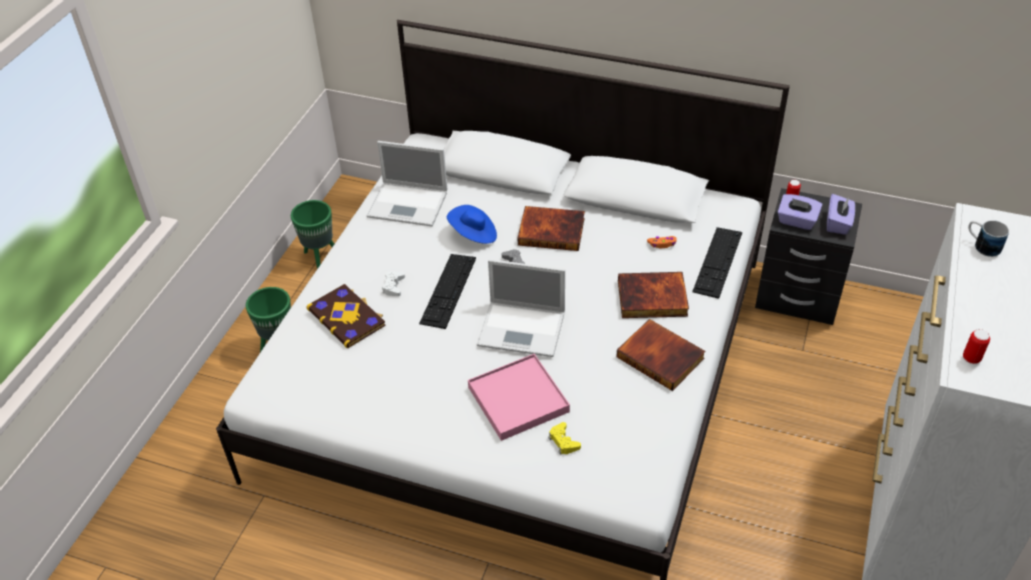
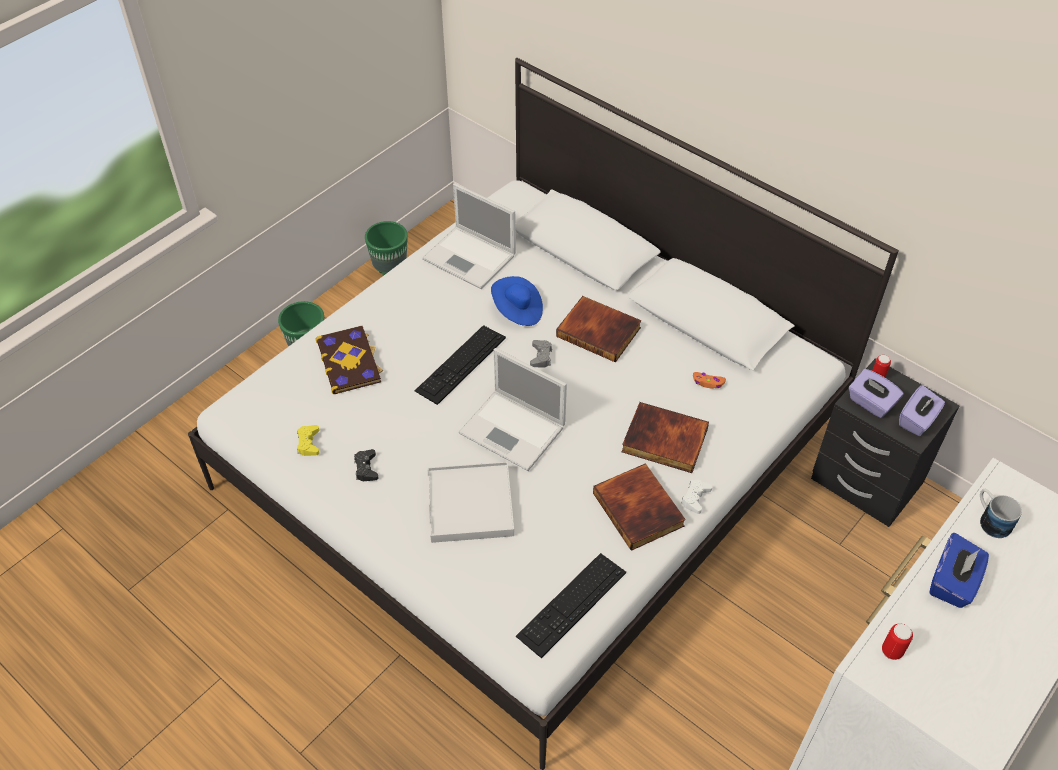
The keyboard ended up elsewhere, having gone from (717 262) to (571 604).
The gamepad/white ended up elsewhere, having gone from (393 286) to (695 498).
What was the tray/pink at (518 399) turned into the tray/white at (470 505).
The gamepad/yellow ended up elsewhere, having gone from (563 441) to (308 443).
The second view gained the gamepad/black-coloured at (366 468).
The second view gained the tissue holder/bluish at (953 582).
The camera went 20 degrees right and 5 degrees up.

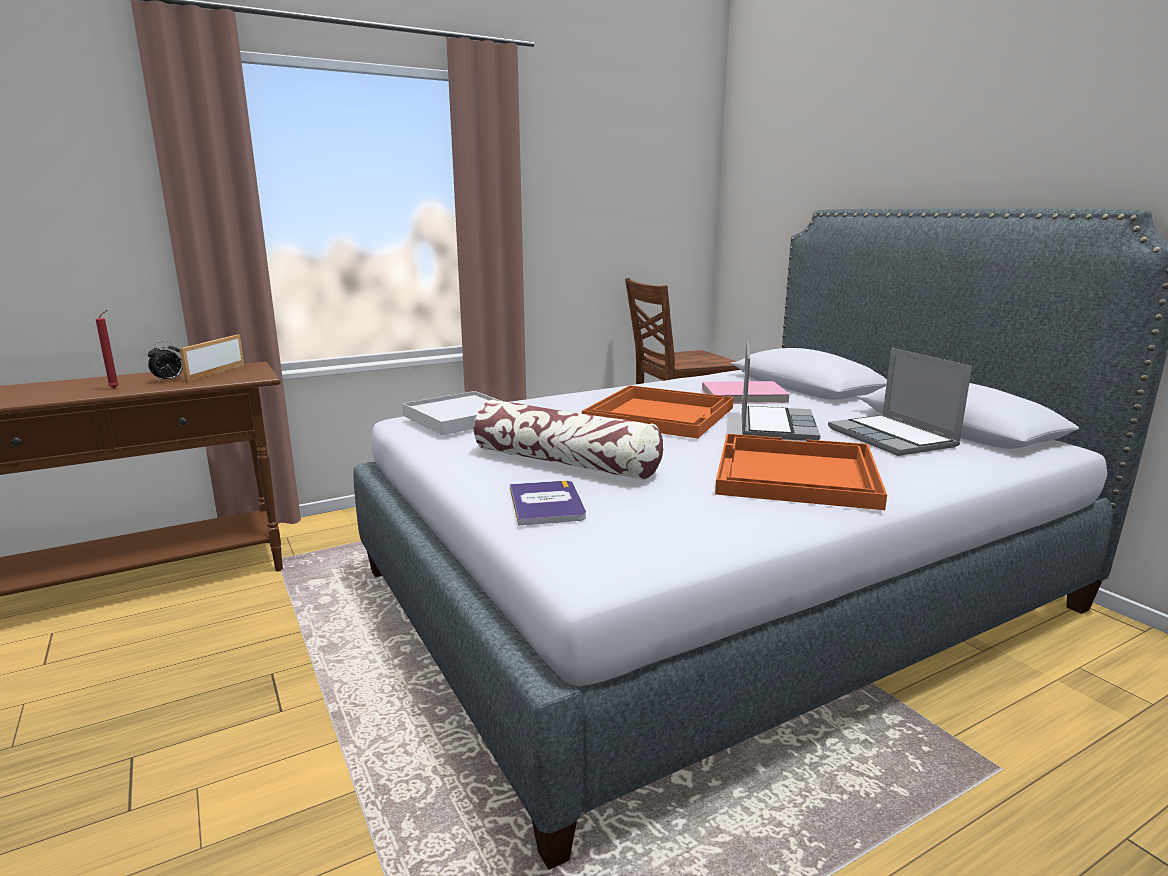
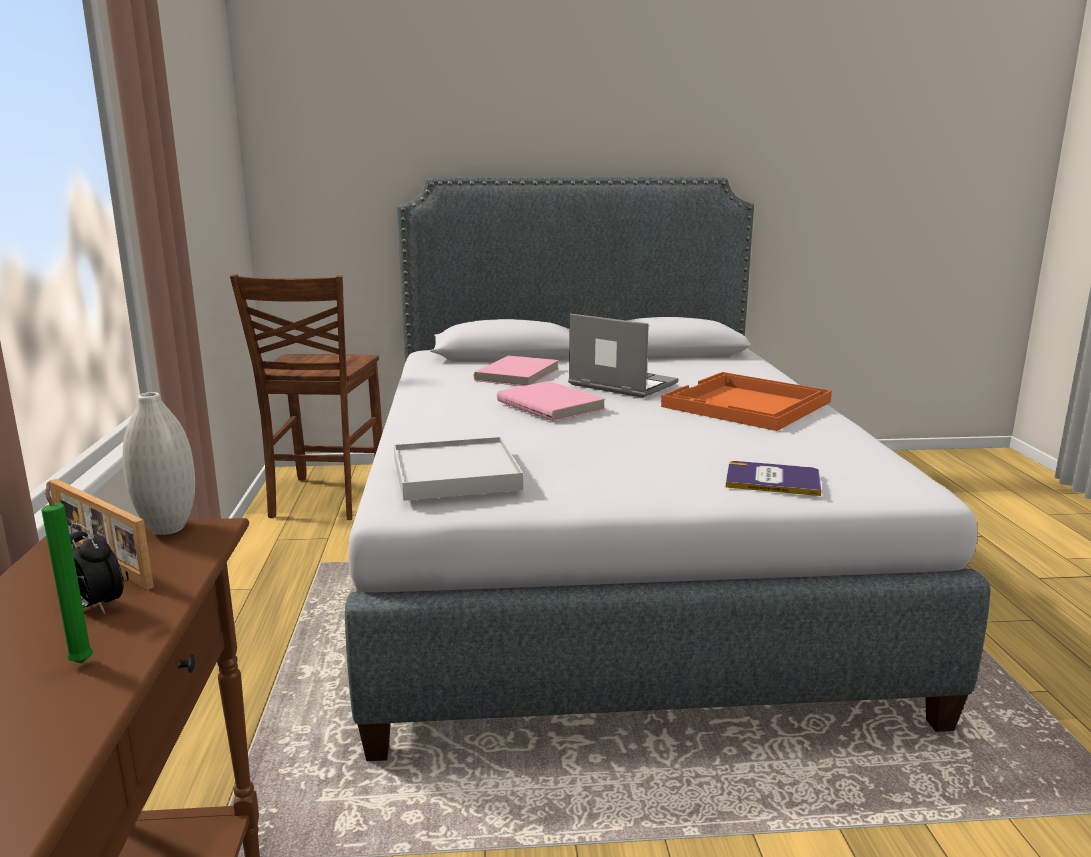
What was the wax candle/red-coloured at (116 388) turned into the wax candle/green-coloured at (81 661).
The bedside clock at (169 380) ended up facing another way, 150 degrees clockwise from before.
The second view lost the laptop at (893 438).
Where the tray/orange-coloured stood at (661 414), the book/pink came to stand at (552 405).
The second view lost the throw pillow at (565 462).
The second view gained the vase/white at (168 528).
The camera went 65 degrees left and 0 degrees up.

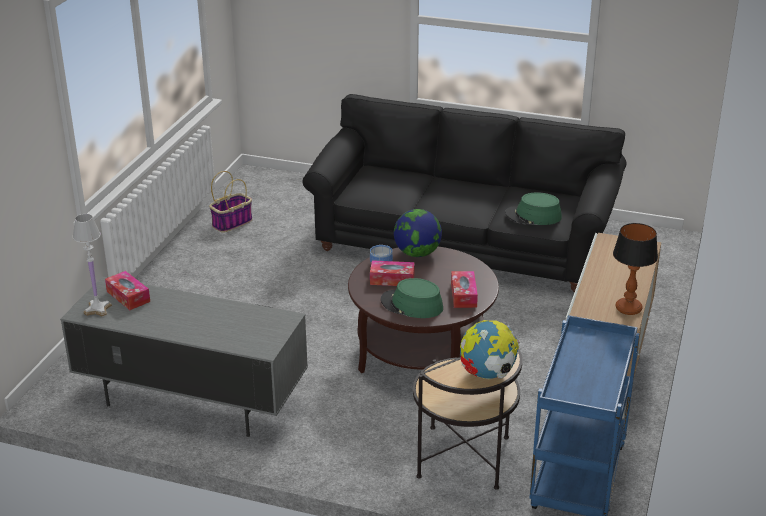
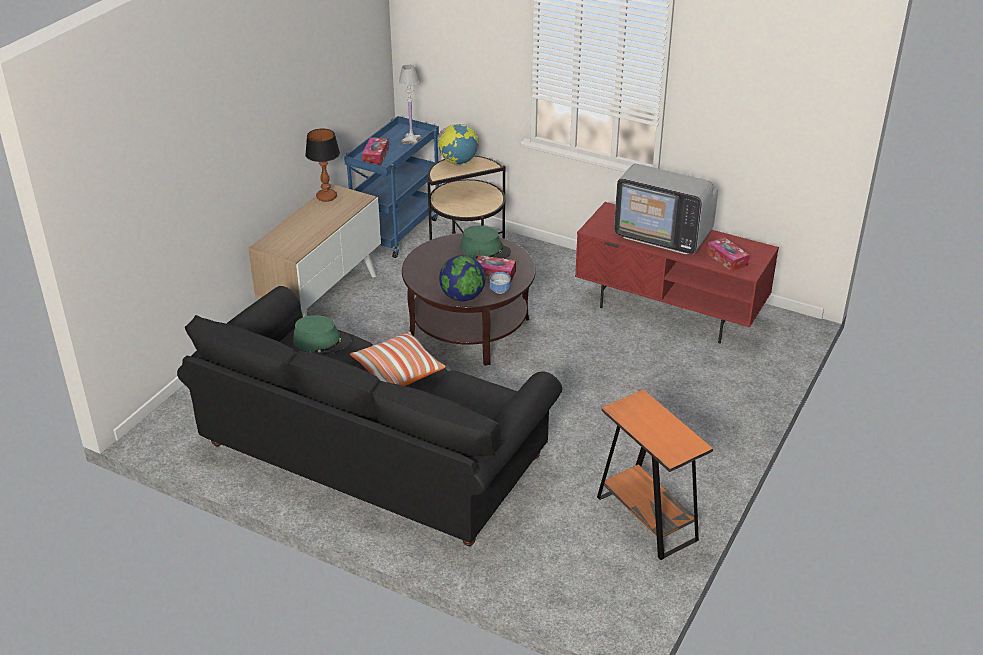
Where the storage basket stood at (232 223), the side table/orange-coloured came to stand at (646 518).
The lamp for a table/white ended up elsewhere, having gone from (97 309) to (411 140).
The tissue holder ended up elsewhere, having gone from (463 295) to (375 156).
What was the tv stand/gray at (190 400) turned into the tv stand/red-coloured at (671 310).
The second view gained the TV set at (663 235).
The second view gained the throw pillow at (397 372).
The camera went 170 degrees left and 5 degrees up.

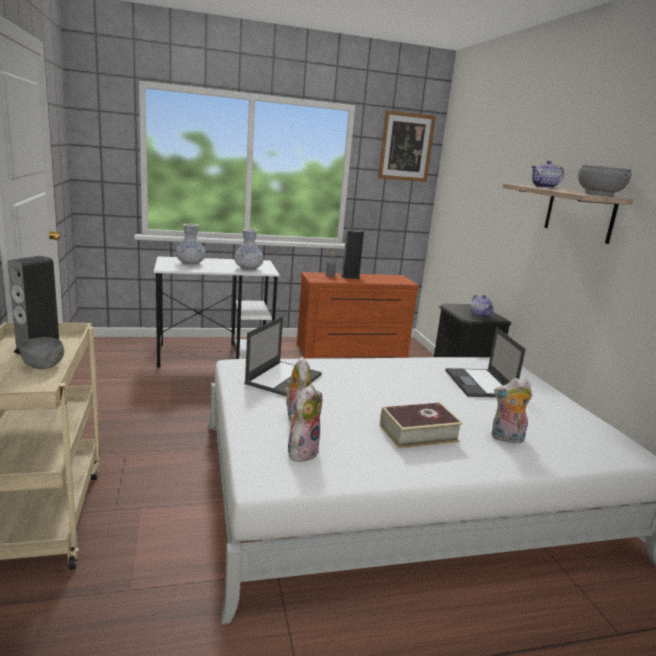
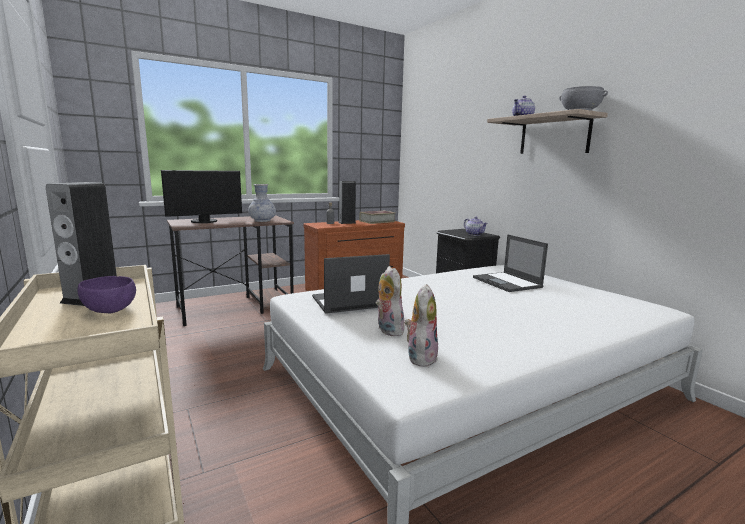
The second view lost the wall art at (406 147).
Where the vase stood at (190 264), the computer display came to stand at (205 221).
What was the desk/white at (215 355) turned into the desk/brown-coloured at (236 307).
The laptop at (284 379) ended up facing another way, 120 degrees counterclockwise from before.
What was the deep dish/gray at (43 366) turned into the deep dish/purplish at (110 310).
The second view lost the plush toy at (506 438).
The book ended up elsewhere, having gone from (418 433) to (377 221).
The camera went 15 degrees left and 5 degrees down.

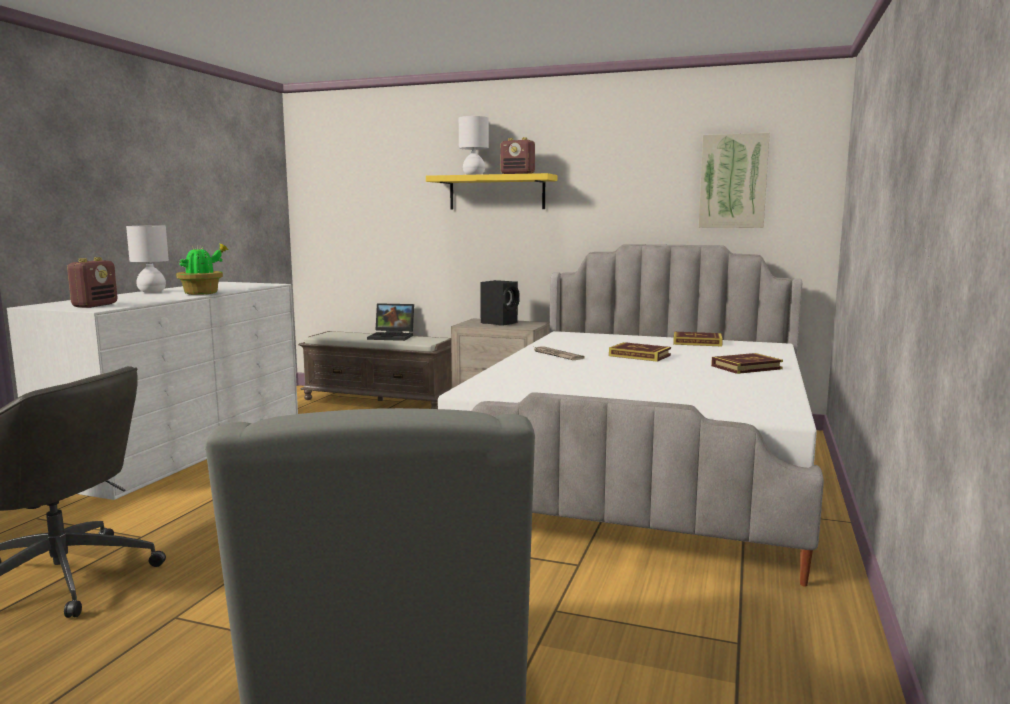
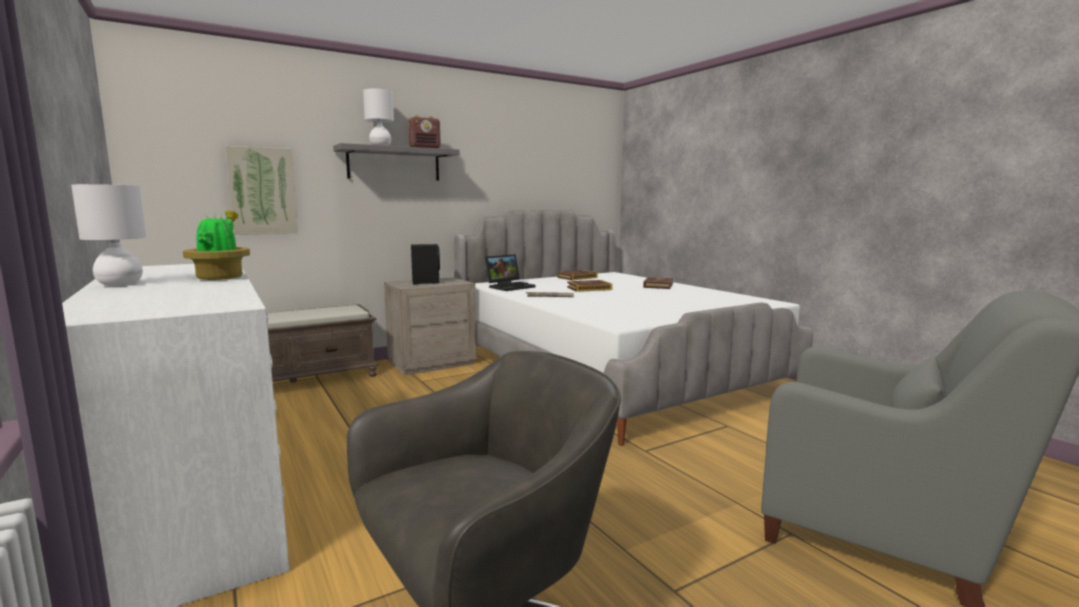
The wall art ended up elsewhere, having gone from (733 181) to (262 191).
What was the bracket shelf/yellow at (496 192) turned into the bracket shelf/gray at (394 164).
The second view lost the radio receiver at (95 305).
The laptop ended up elsewhere, having gone from (393 337) to (510 286).
The camera went 50 degrees left and 0 degrees up.

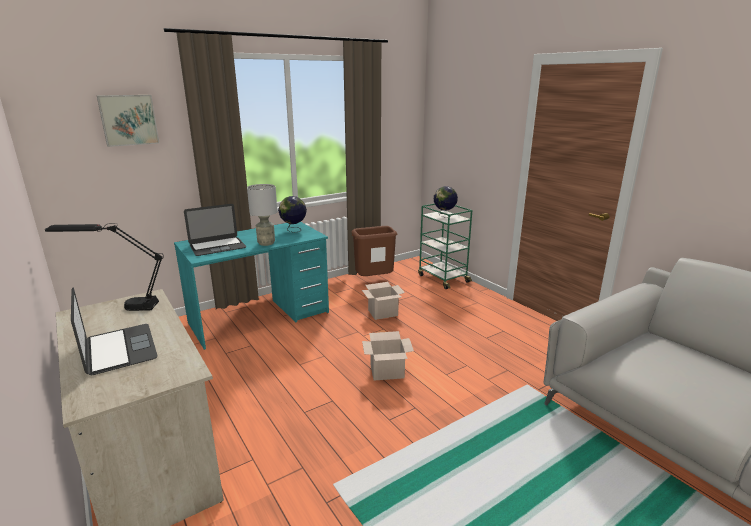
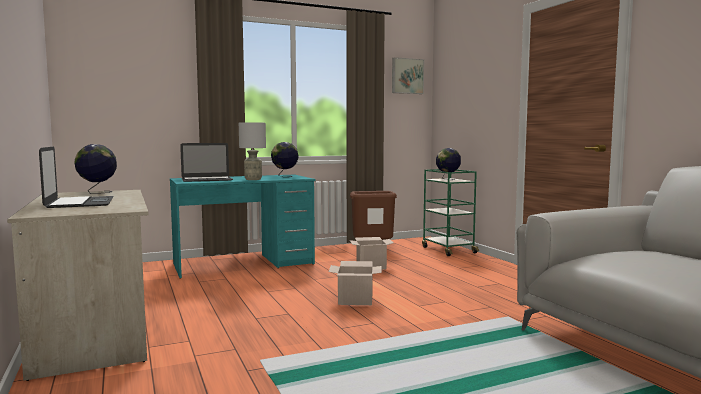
The wall art ended up elsewhere, having gone from (128 120) to (407 76).
Where the lamp for a table/black-coloured stood at (120 306), the desk globe came to stand at (97 192).
The camera went 10 degrees right and 15 degrees down.

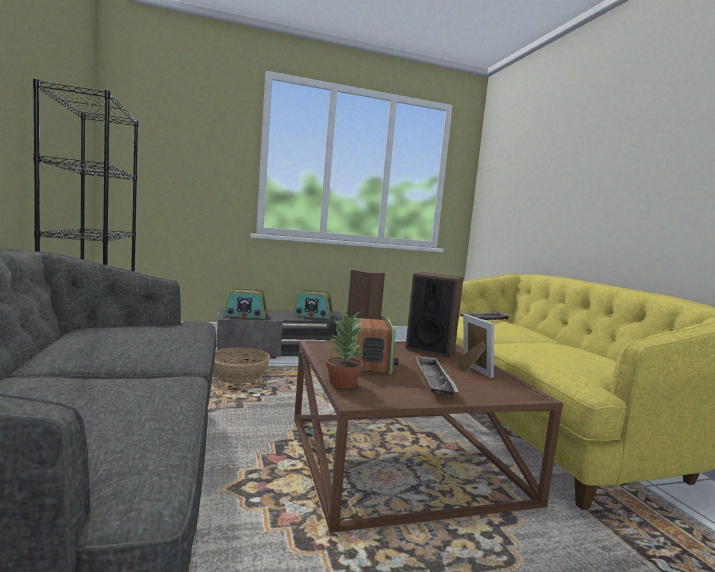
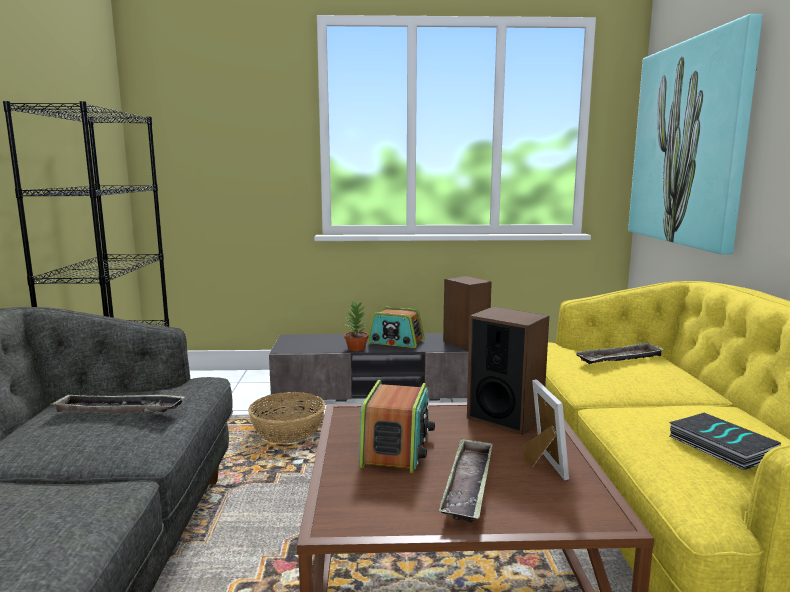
The second view lost the radio receiver at (245 315).
The potted plant ended up elsewhere, having gone from (343 384) to (356 348).
The second view gained the wall art at (689 144).
The second view gained the tray at (119 410).
The second view gained the book at (719 446).
The camera went 15 degrees right and 5 degrees up.

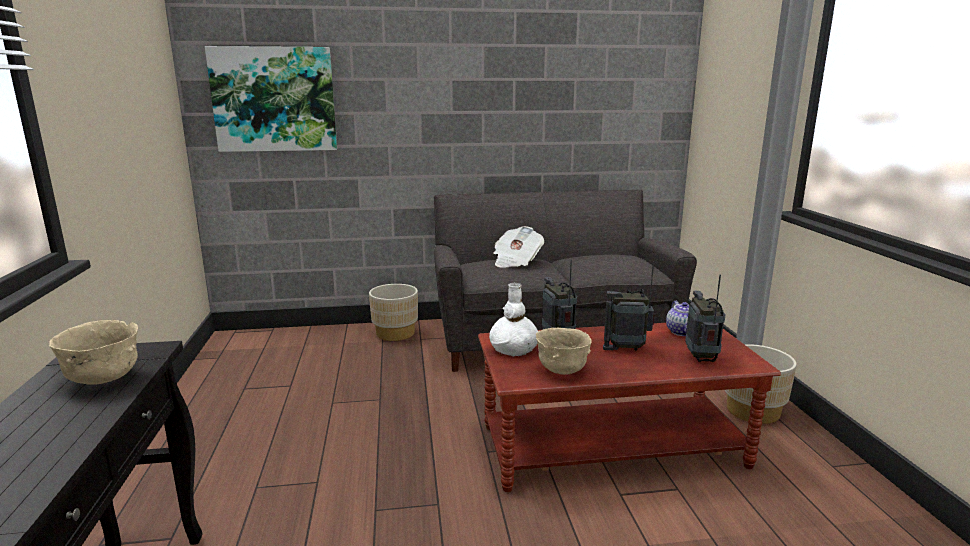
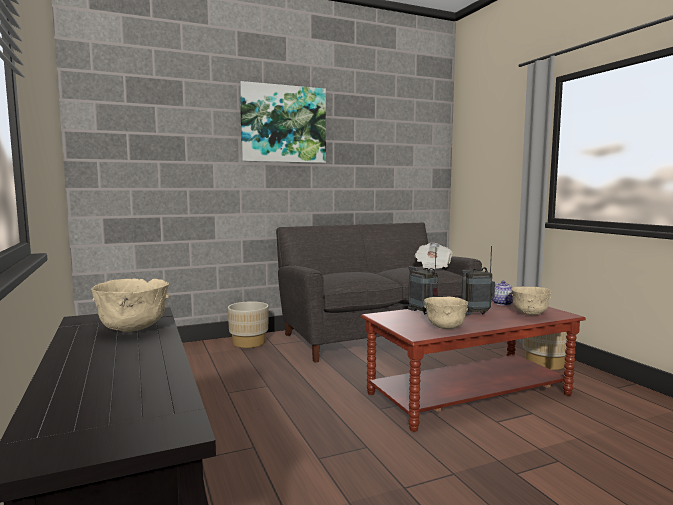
The wall art ended up elsewhere, having gone from (274 99) to (283 124).
The newspaper ended up elsewhere, having gone from (516 261) to (432 266).
Where the radio receiver stood at (701 358), the deep dish/beige came to stand at (529 314).
The second view lost the vase/white at (514 348).
The camera went 15 degrees left and 10 degrees down.

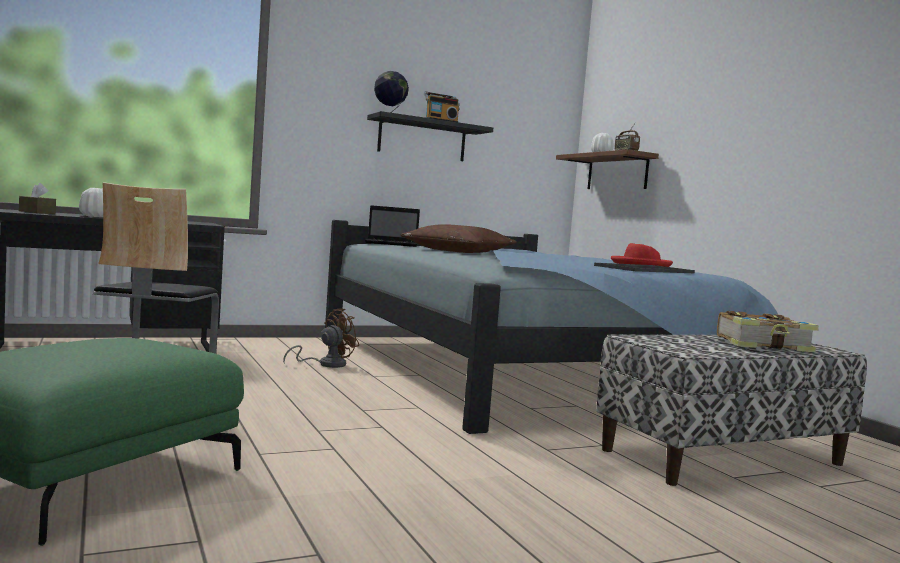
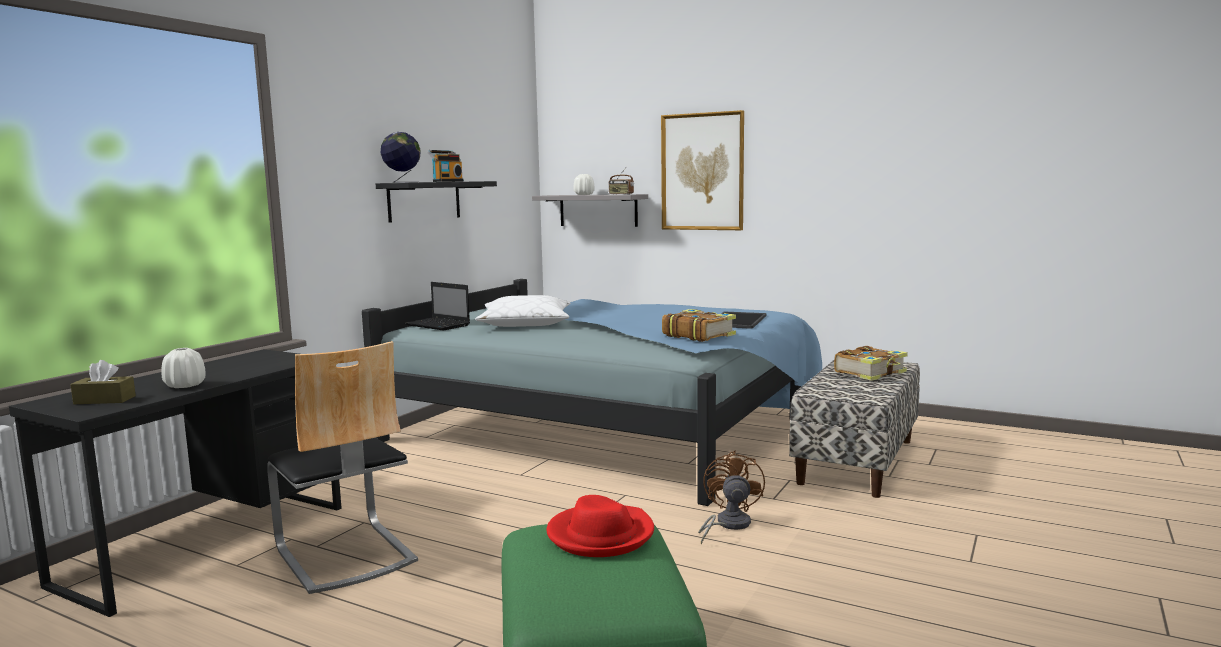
What was the bracket shelf/brown-coloured at (617 172) turned into the bracket shelf/gray at (598 210).
The laptop at (393 244) ended up facing another way, 75 degrees clockwise from before.
What was the throw pillow/brown-coloured at (458 251) turned into the throw pillow/white at (525 323).
The hat/red-coloured ended up elsewhere, having gone from (640 264) to (600 535).
The electric fan/brown-coloured ended up elsewhere, having gone from (326 364) to (727 525).
The second view gained the wall art at (702 172).
The second view gained the book at (698 335).
The camera went 35 degrees left and 5 degrees up.

